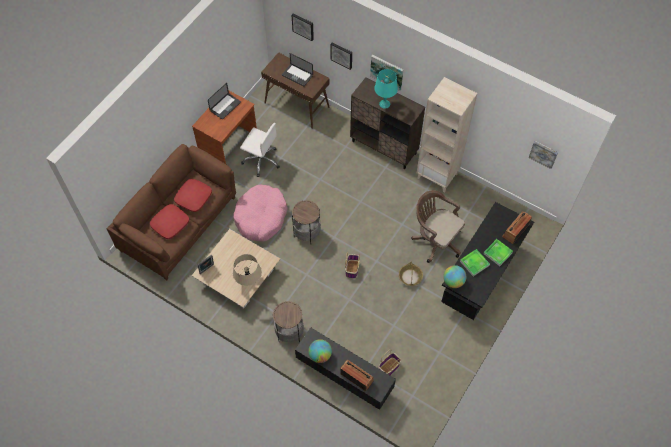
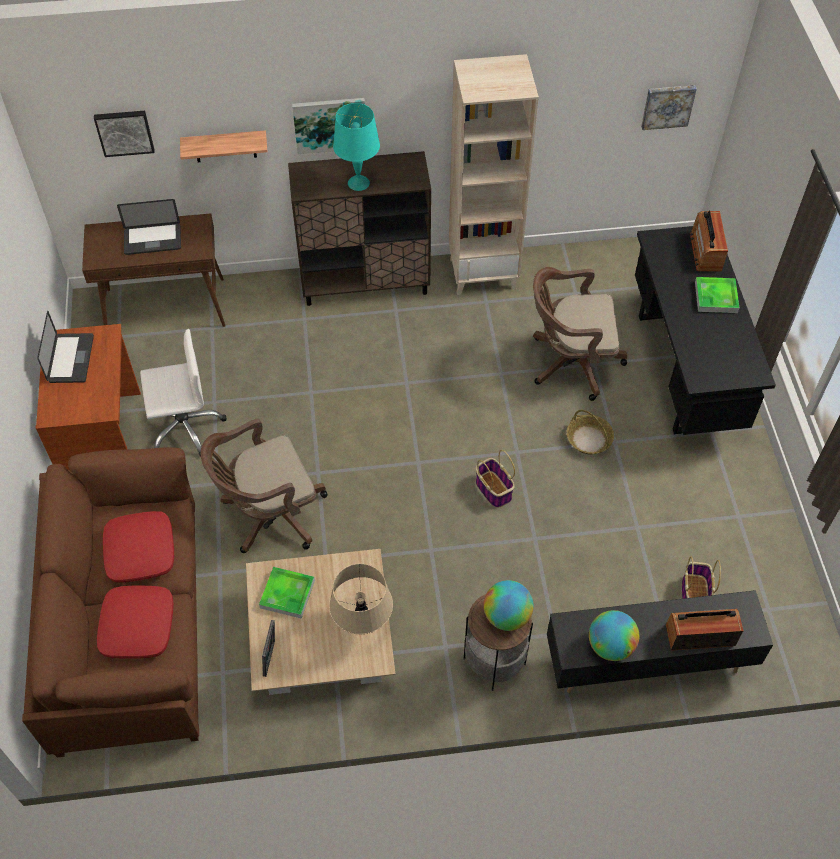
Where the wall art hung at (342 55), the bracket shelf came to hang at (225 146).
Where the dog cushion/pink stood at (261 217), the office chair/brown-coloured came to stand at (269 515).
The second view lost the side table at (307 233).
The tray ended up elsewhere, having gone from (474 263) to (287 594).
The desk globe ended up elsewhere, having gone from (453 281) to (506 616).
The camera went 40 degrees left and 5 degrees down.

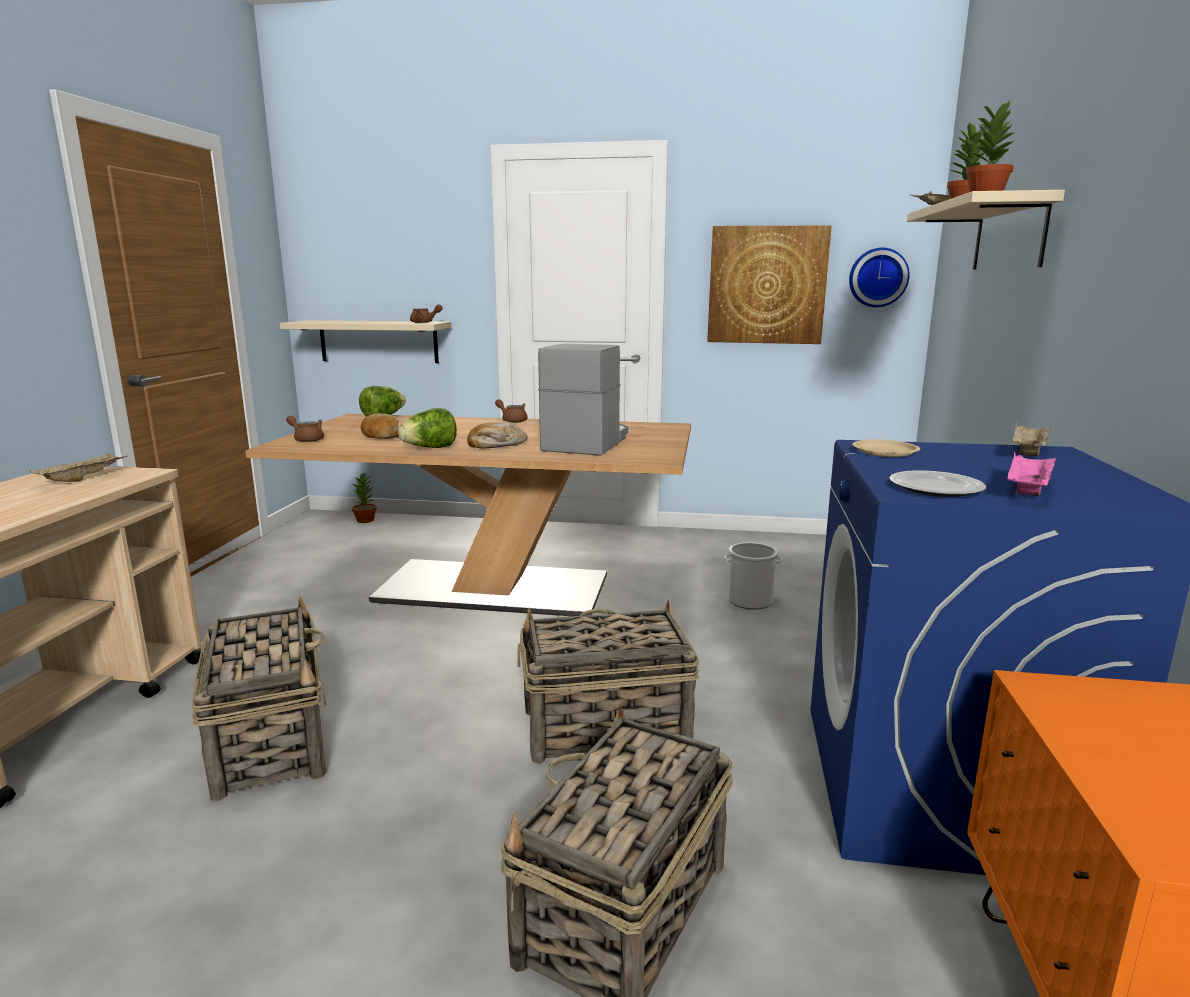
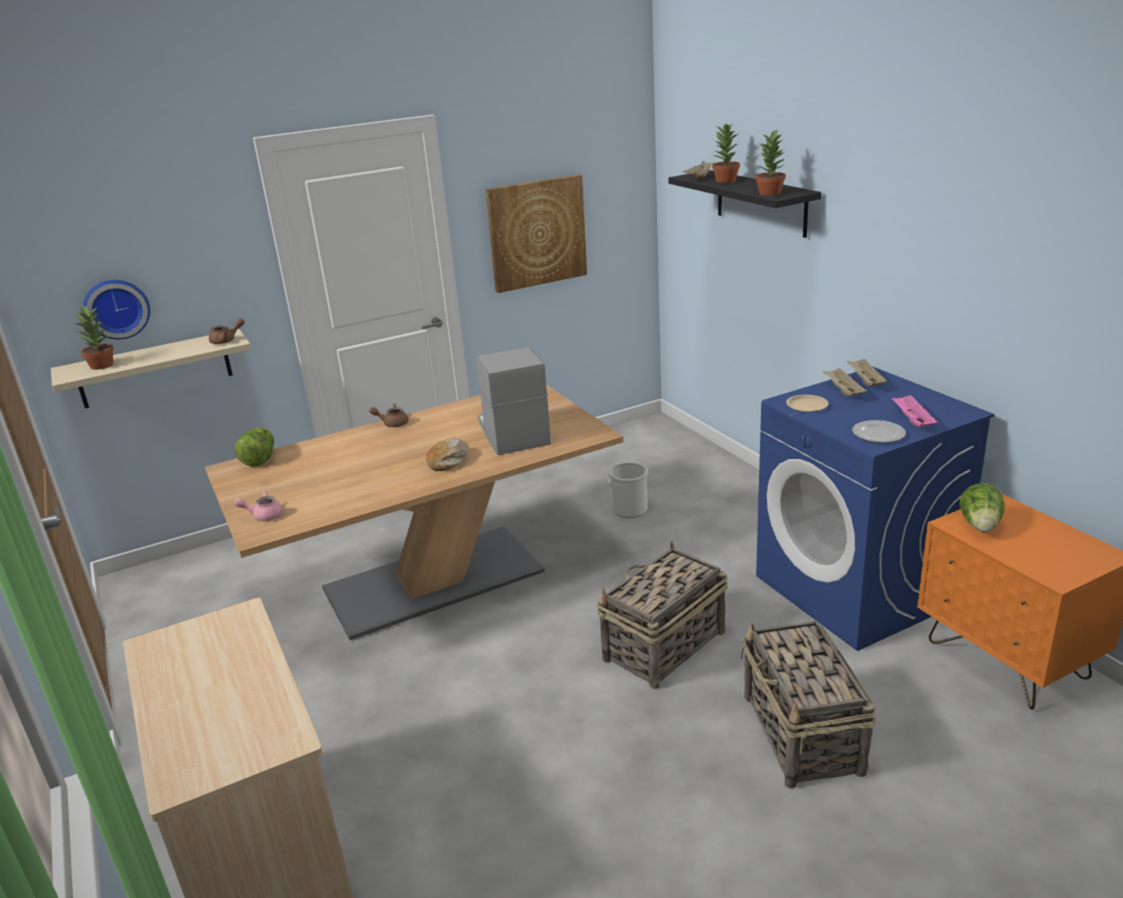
What was the bracket shelf/beige at (1009 236) turned into the bracket shelf/black-coloured at (761 203).
The clock on the wall ended up elsewhere, having gone from (878 277) to (116 308).
The lettuce head ended up elsewhere, having gone from (430 448) to (980 526).
The second view lost the bread at (381 435).
What was the teapot/brown-coloured at (307 439) turned into the teapot/pink at (264 515).
The tray/beige ended up elsewhere, having gone from (83 478) to (843 391).
The potted plant ended up elsewhere, having gone from (366 520) to (102 365).
The second view lost the storage basket at (271 740).
The camera went 35 degrees left and 10 degrees up.

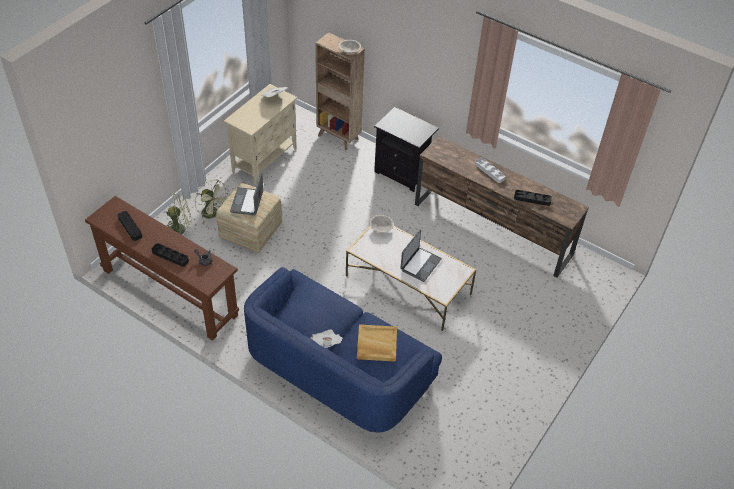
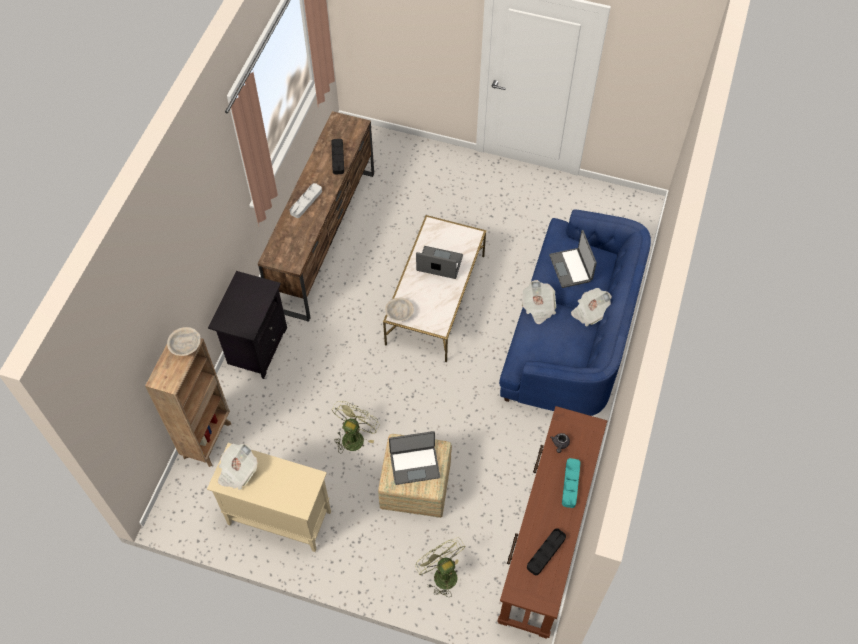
The electric fan/green-coloured ended up elsewhere, having gone from (213 214) to (354 436).
What was the tray/black-coloured at (170 256) turned into the tray/turquoise at (570 484).
Where the tray/beige stood at (376 344), the laptop came to stand at (571 268).
The second view gained the newspaper at (538 307).
The camera went 105 degrees left and 10 degrees up.

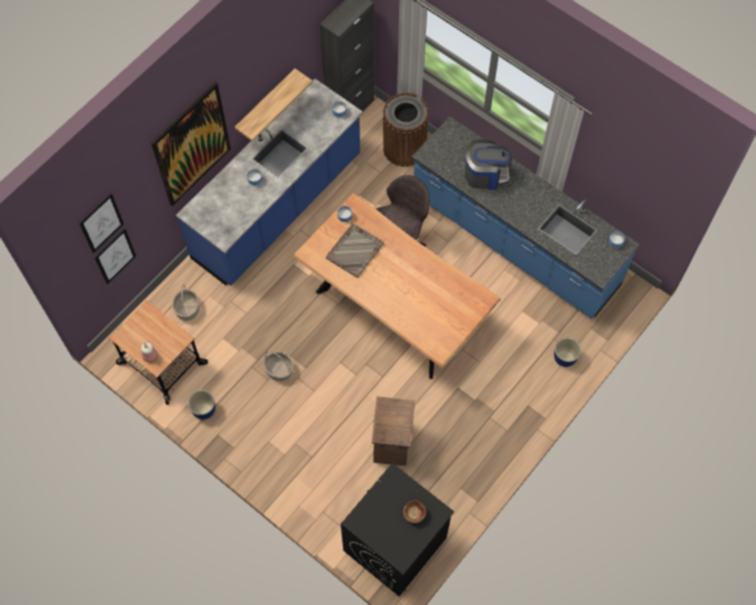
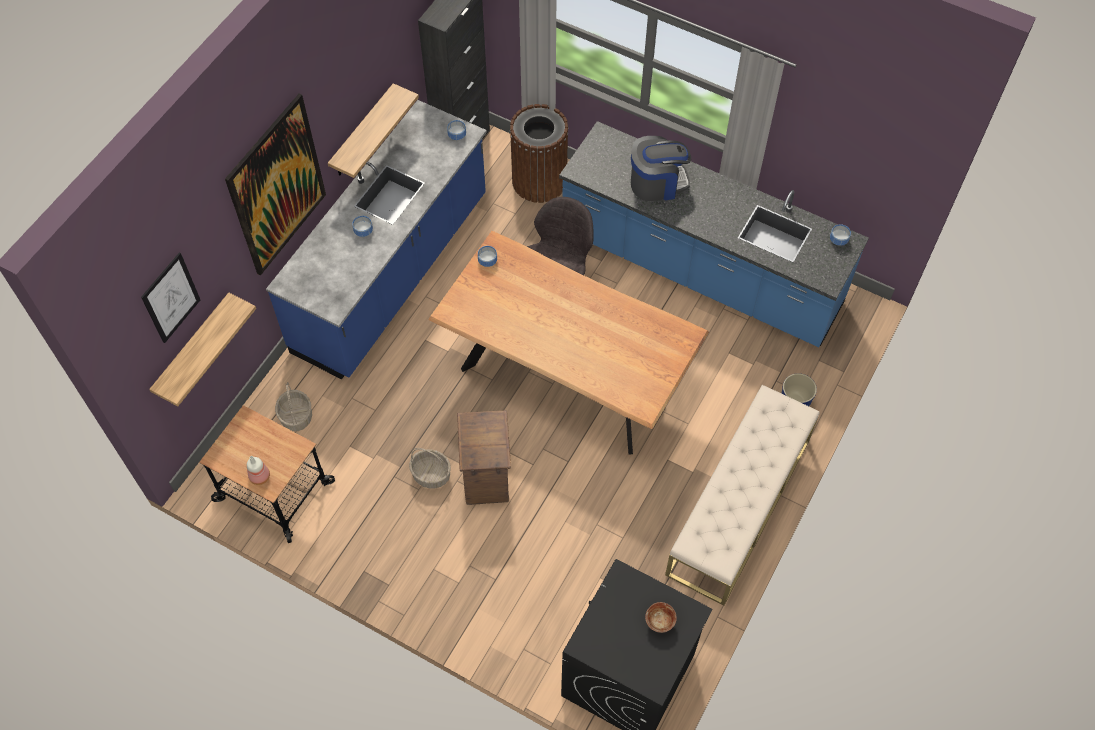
The second view lost the tray/gray at (355 250).
Where the wall art hung at (115 256), the bracket shelf came to hang at (193 348).
The second view lost the flower pot at (204 410).
The crate ended up elsewhere, having gone from (392 442) to (486 476).
The second view gained the indoor bench/beige at (739 506).
The camera went 10 degrees left and 5 degrees down.

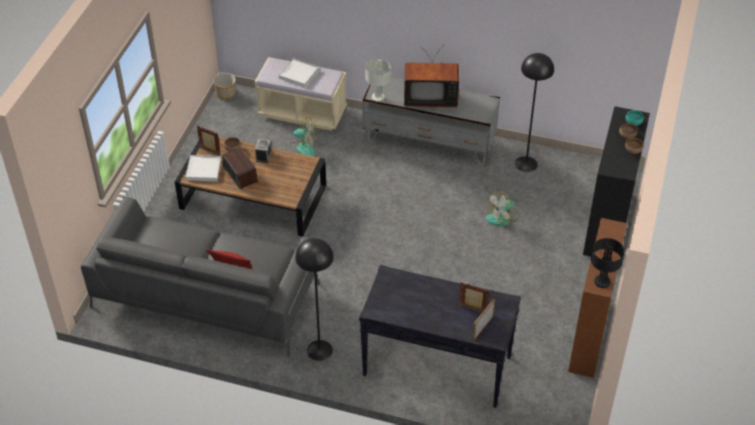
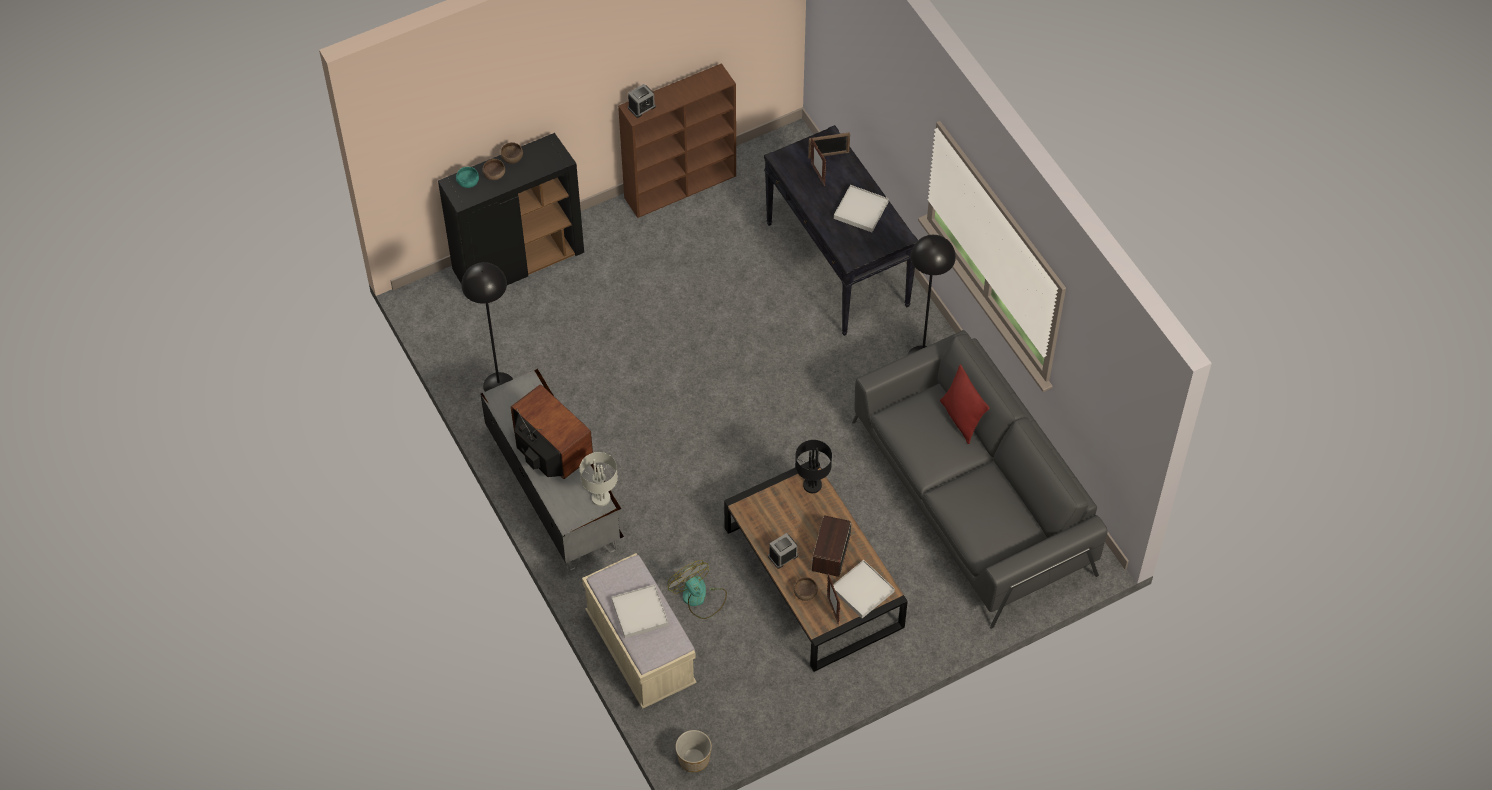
The second view lost the electric fan at (502 217).
The lamp for a table/black-coloured ended up elsewhere, having gone from (602 281) to (811 485).
The second view gained the bedside clock at (641 107).
The second view gained the tray/white at (861 210).
The camera went 135 degrees left and 10 degrees up.

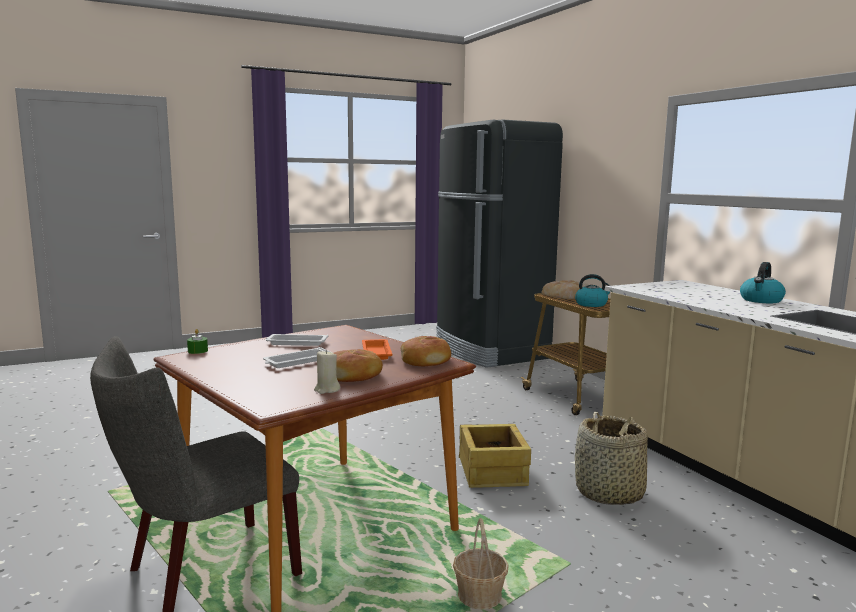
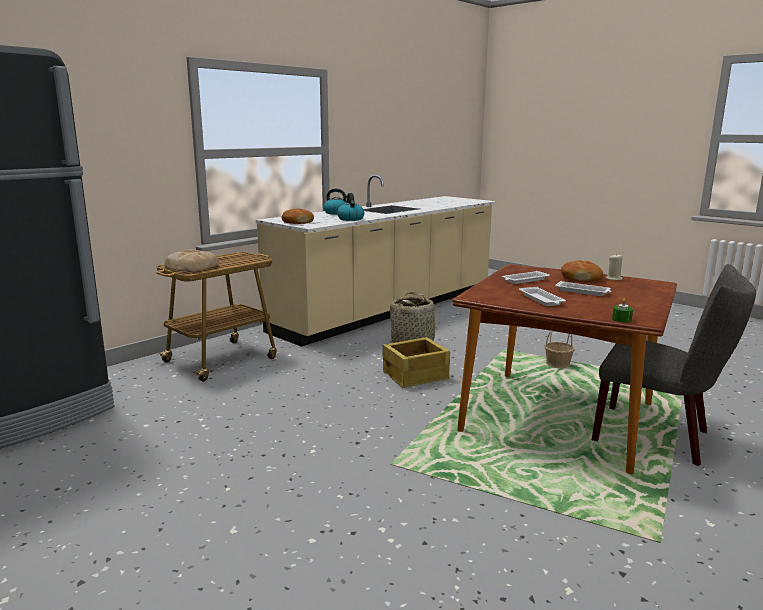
The kettle ended up elsewhere, having gone from (591 304) to (350 219).
The bread ended up elsewhere, having gone from (425 360) to (297 222).
What was the tray/orange-coloured at (376 352) turned into the tray/white at (524 280).
The camera went 110 degrees left and 5 degrees up.

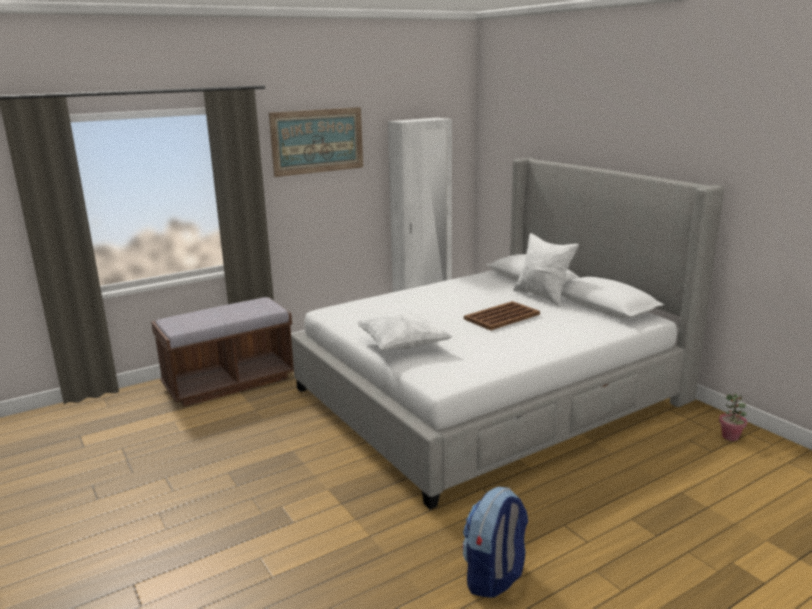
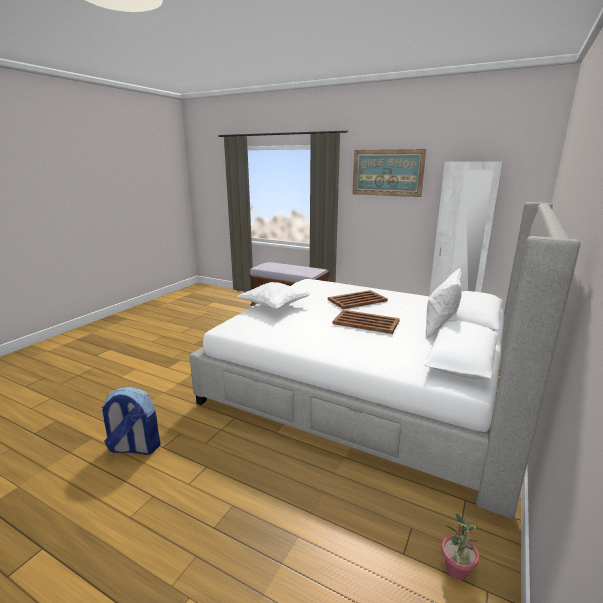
The second view gained the tray/brown-coloured at (358 300).
The camera went 60 degrees right and 0 degrees up.

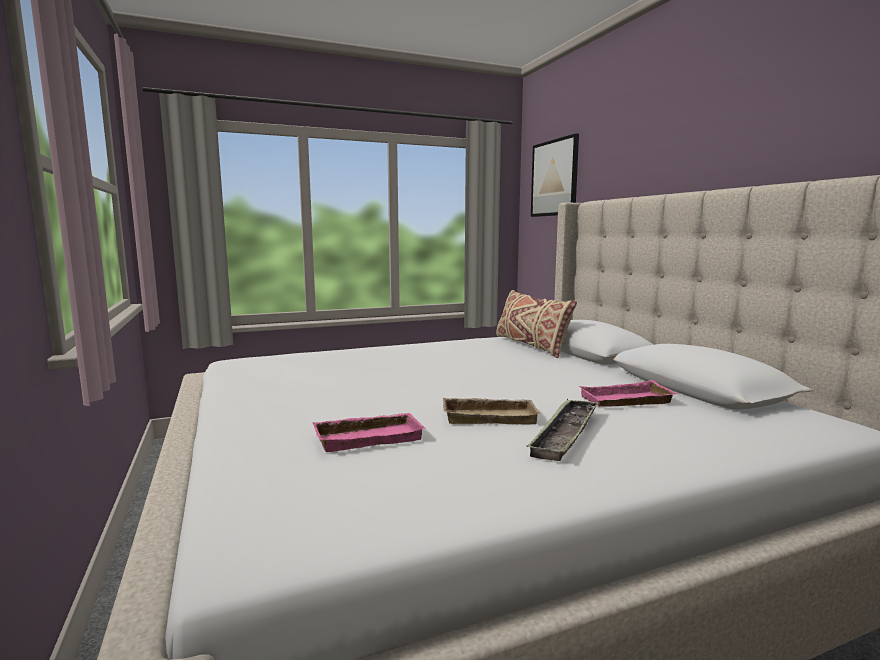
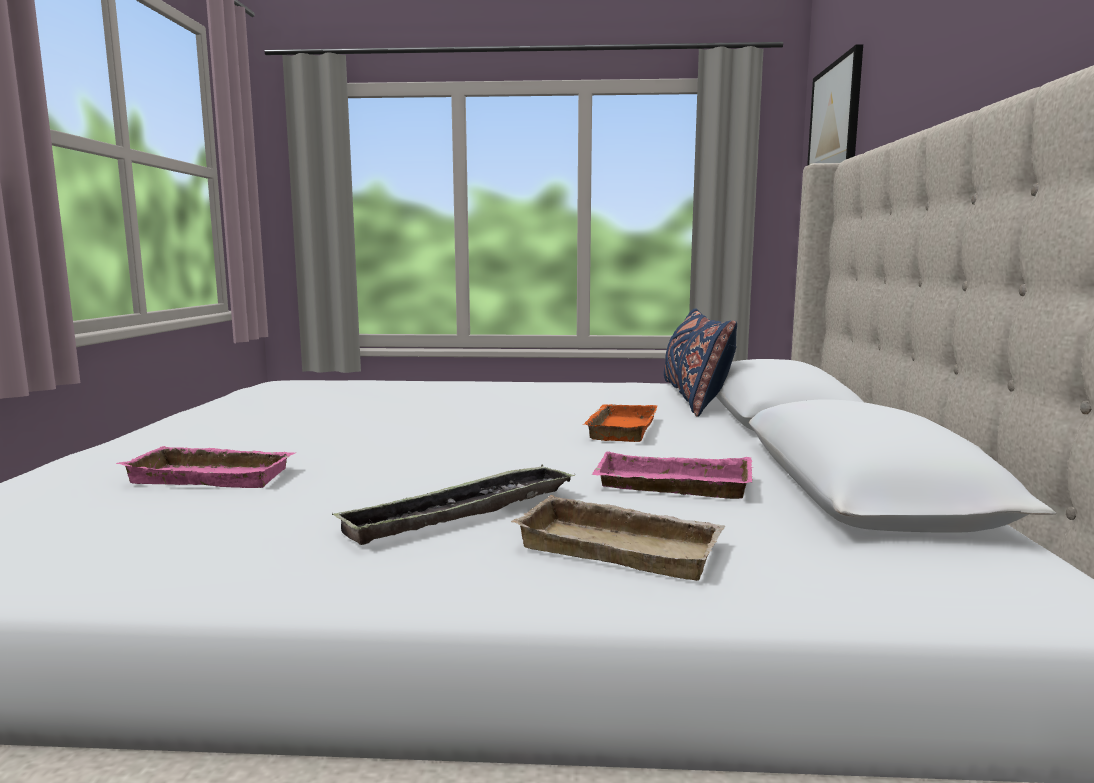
What was the throw pillow/beige at (531 345) turned into the throw pillow/bluish at (694 397).
The tray/beige ended up elsewhere, having gone from (490 416) to (622 547).
The second view gained the tray/orange-coloured at (619 429).
The camera went 25 degrees right and 0 degrees up.

